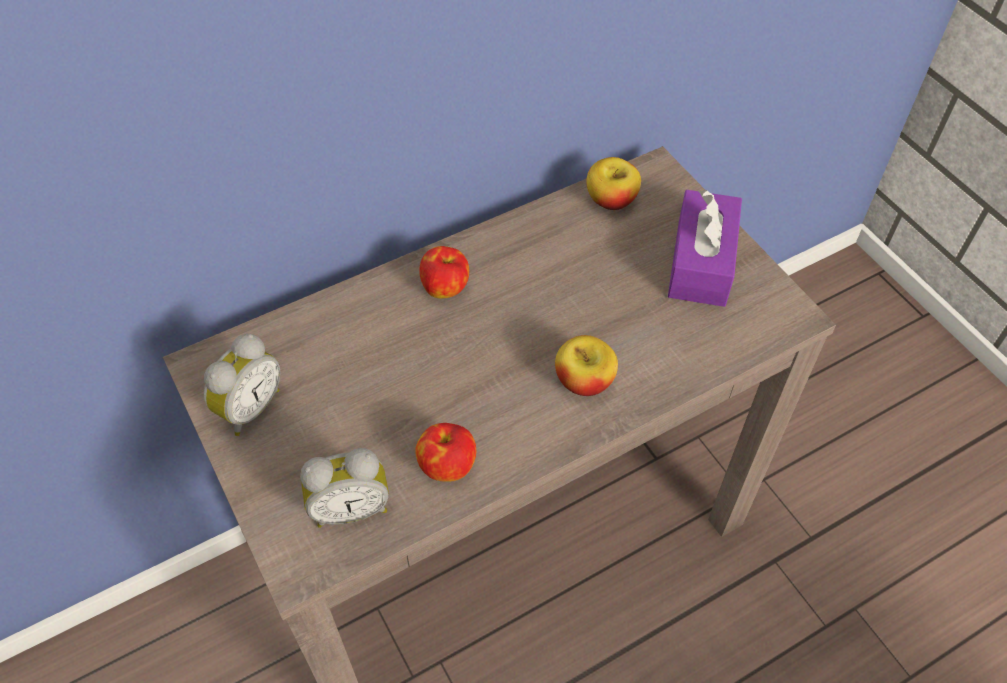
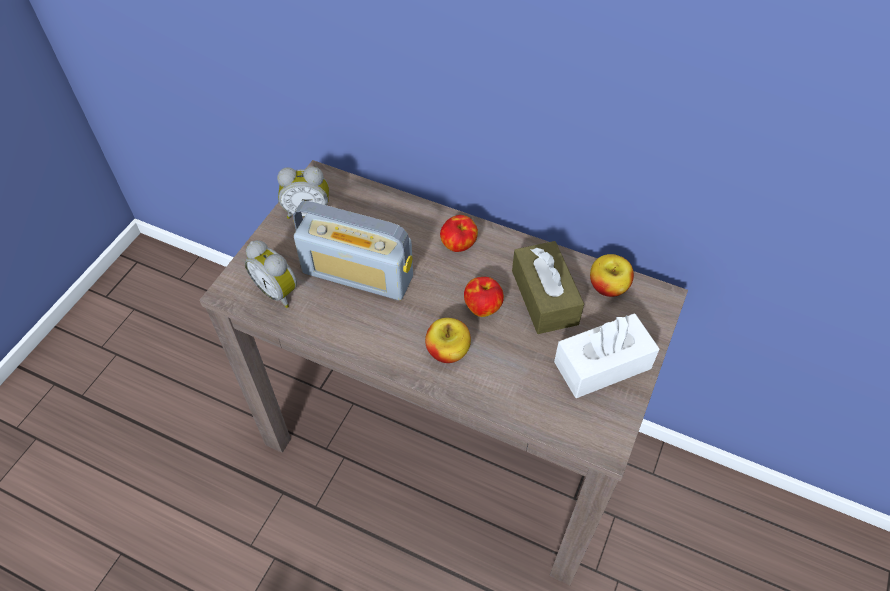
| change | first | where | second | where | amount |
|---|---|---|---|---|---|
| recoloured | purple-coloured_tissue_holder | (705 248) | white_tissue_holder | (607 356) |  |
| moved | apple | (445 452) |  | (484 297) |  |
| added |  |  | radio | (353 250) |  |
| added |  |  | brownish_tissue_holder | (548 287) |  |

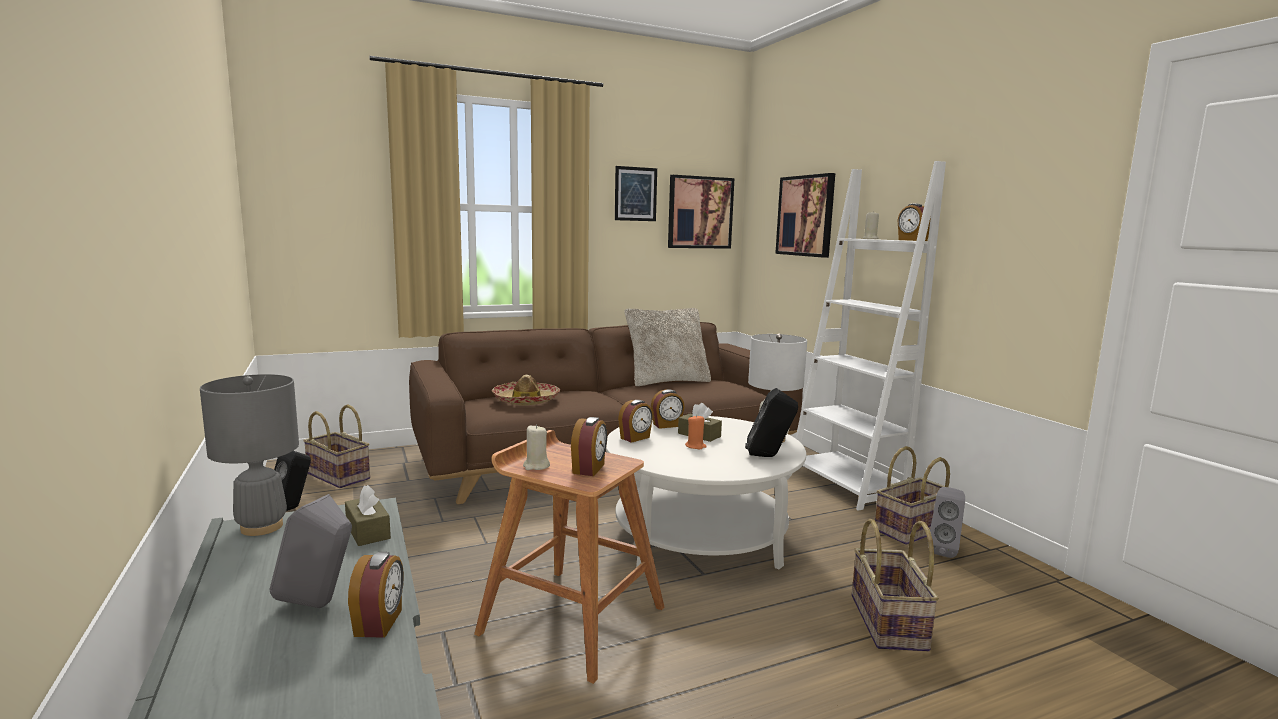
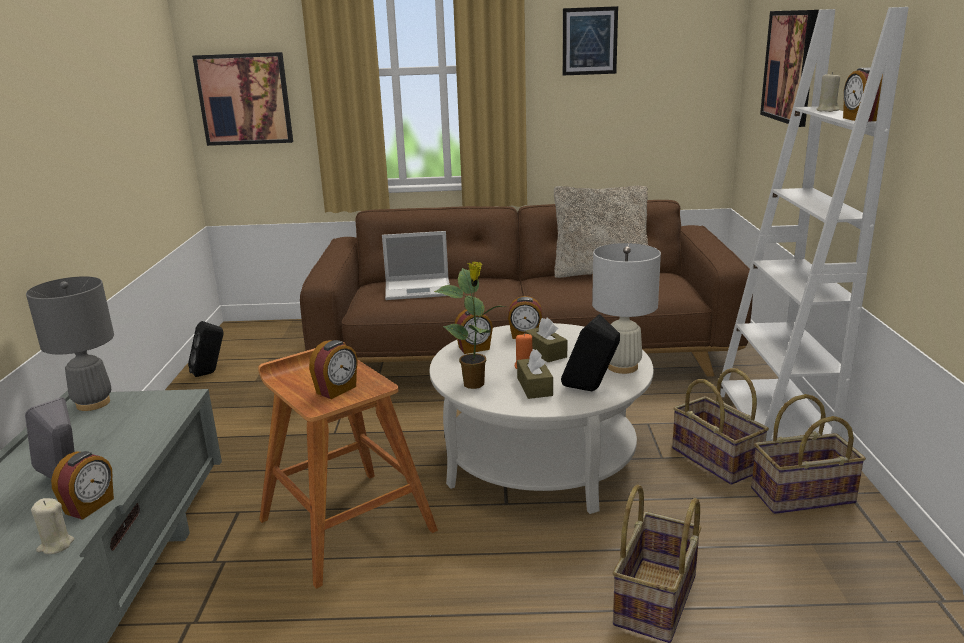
| change | first | where | second | where | amount |
|---|---|---|---|---|---|
| moved | wall_picture | (701 212) |  | (242 99) |  |
| replaced | hat | (526 390) | notebook_computer | (416 265) |  |
| moved | household_basket | (336 446) |  | (720 426) |  |
| moved | beige-coloured_candle | (536 447) |  | (53 526) |  |
| moved | brownish_tissue_holder | (368 515) |  | (535 374) |  |
| removed | grey_speaker | (946 522) |  |  |  |
| added |  |  | plant_in_a_pot | (470 325) |  |

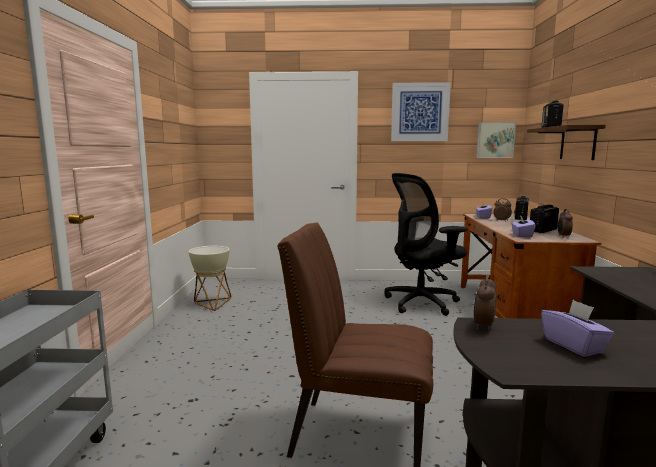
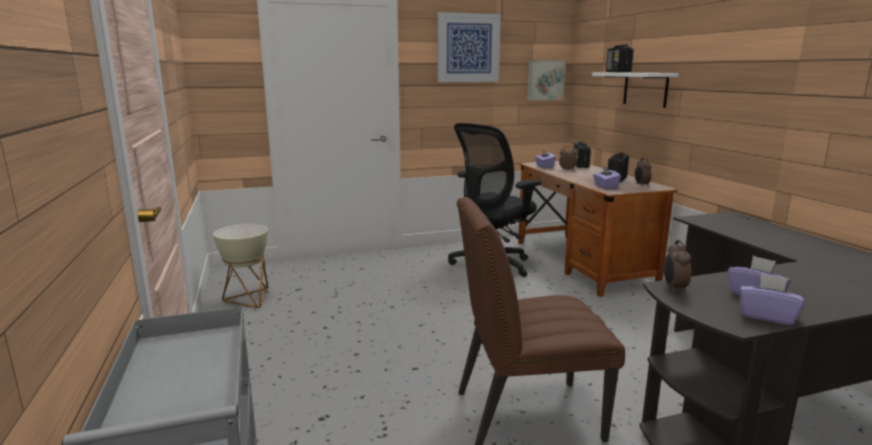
| change | first | where | second | where | amount |
|---|---|---|---|---|---|
| recoloured | brownish_wall_shelf | (566 142) | white_wall_shelf | (635 90) |  |
| added |  |  | purple-coloured_tissue_holder | (772 299) |  |

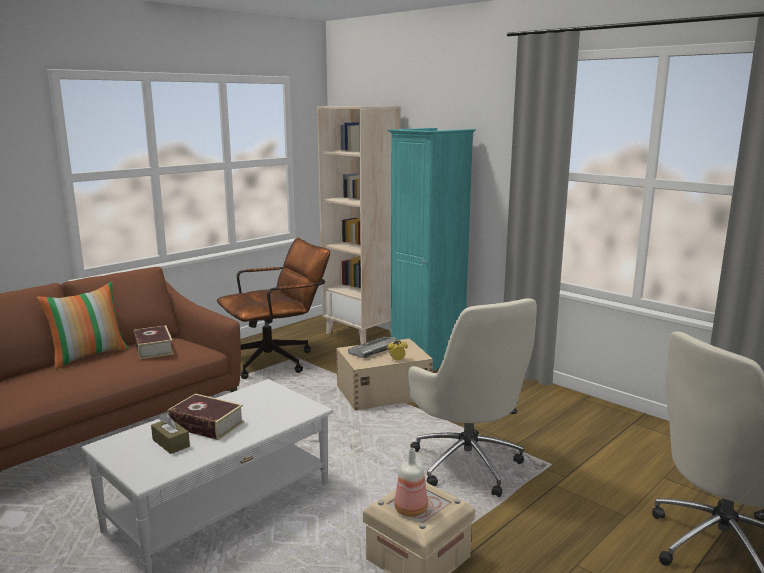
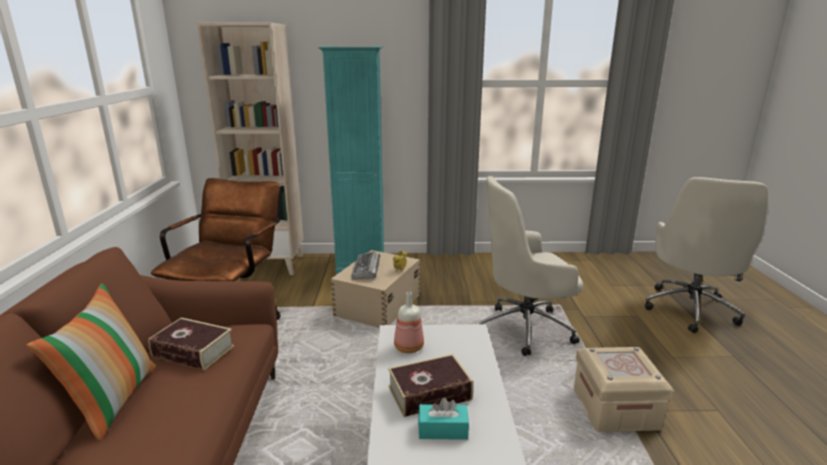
| change | first | where | second | where | amount |
|---|---|---|---|---|---|
| turned | beige-coloured_computer_chair | (472 397) |  | (531 266) | 150 degrees clockwise |
| recoloured | brownish_tissue_holder | (170 433) | turquoise-coloured_tissue_holder | (443 419) |  |
| moved | beverage_bottle | (411 482) |  | (409 322) |  |

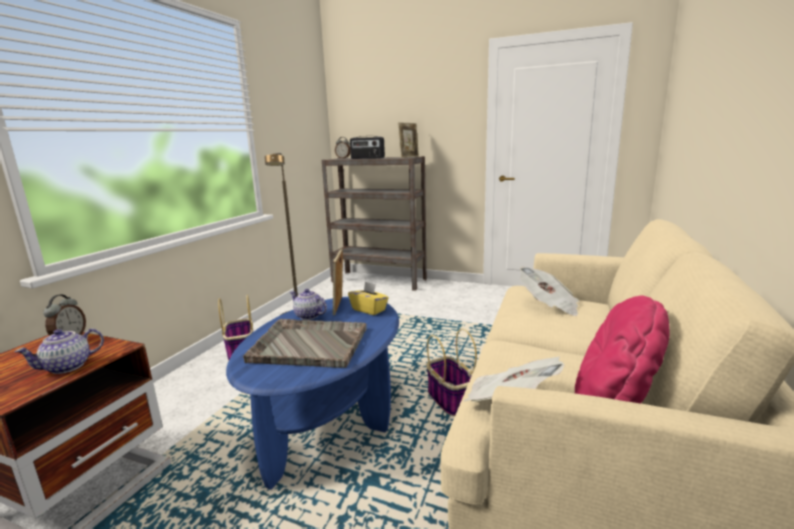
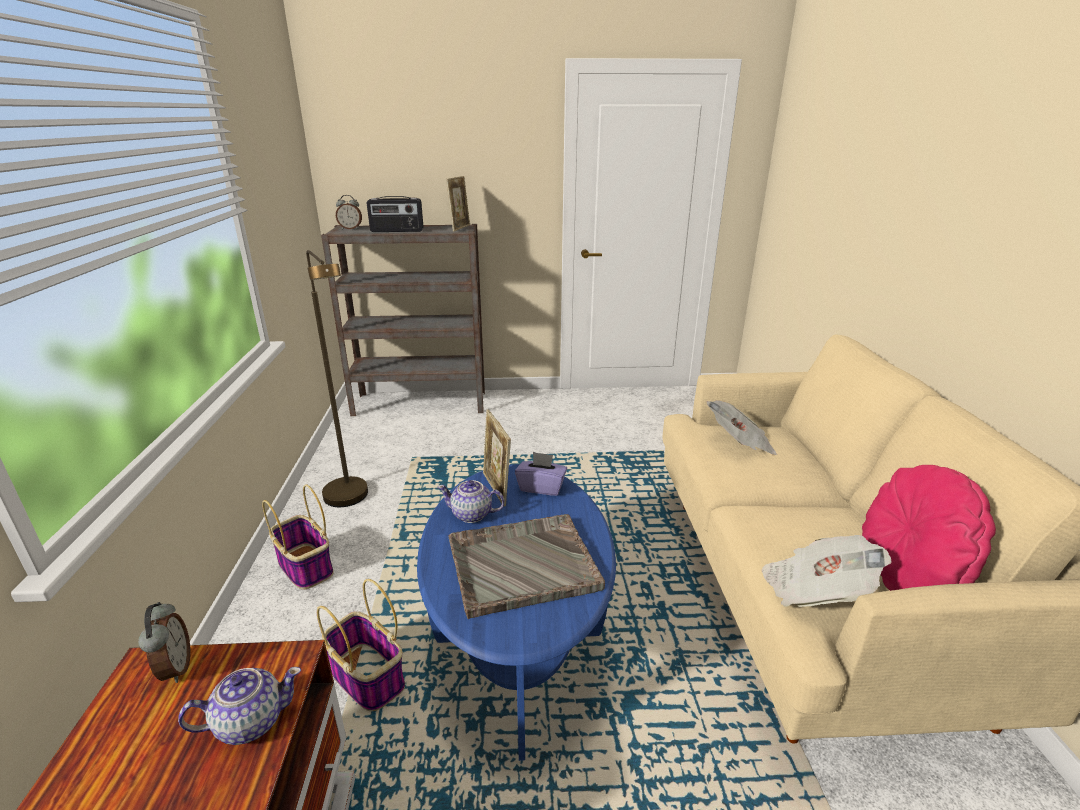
| change | first | where | second | where | amount |
|---|---|---|---|---|---|
| recoloured | yellow_tissue_holder | (368 298) | purple-coloured_tissue_holder | (541 474) |  |
| turned | pot_for_tea | (59 351) |  | (239 706) | 135 degrees counterclockwise |
| moved | household_basket | (451 372) |  | (361 645) |  |

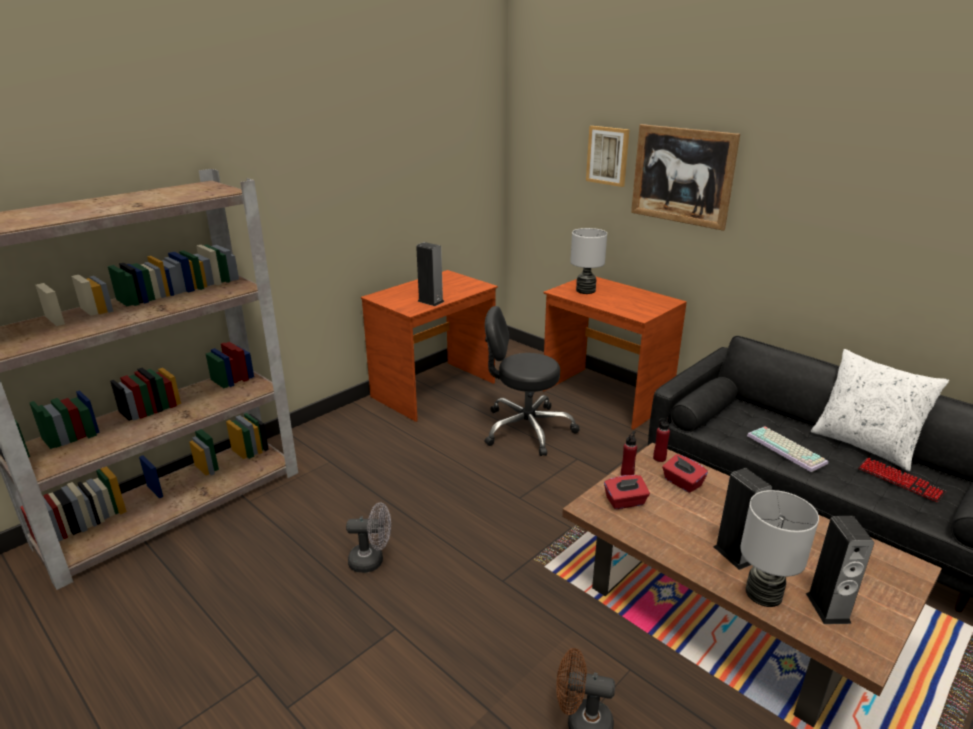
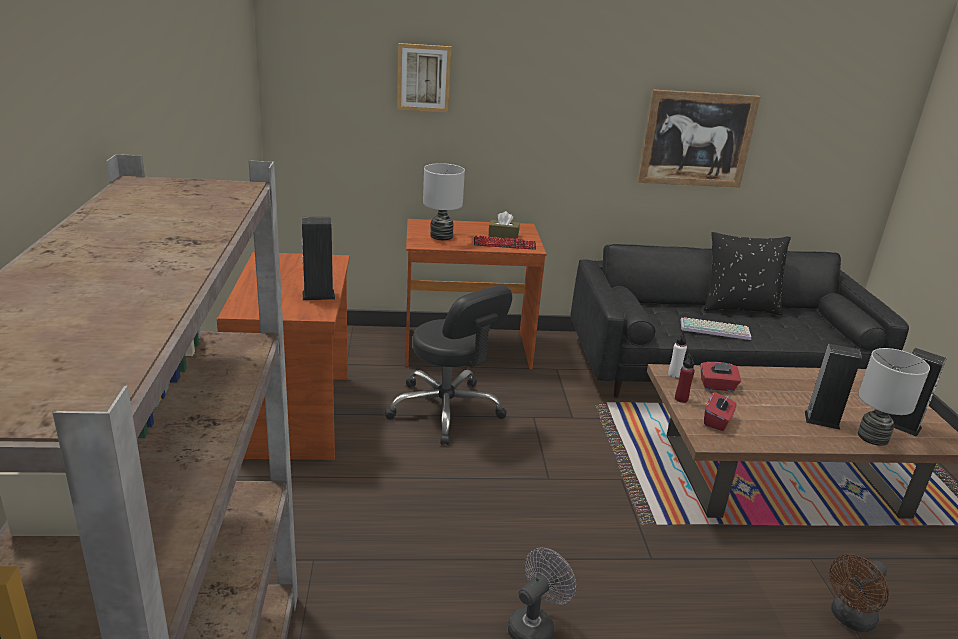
| change | first | where | second | where | amount |
|---|---|---|---|---|---|
| moved | wall_picture | (685 177) |  | (699 138) |  |
| turned | black-coloured_computer_chair | (532 381) |  | (448 365) | 90 degrees counterclockwise |
| recoloured | white_cushion | (880 410) | black-coloured_cushion | (747 273) |  |
| recoloured | red_beverage_bottle | (661 439) | white_beverage_bottle | (677 355) |  |
| moved | PC_keyboard | (902 480) |  | (505 242) |  |
| added |  |  | brownish_tissue_holder | (504 225) |  |

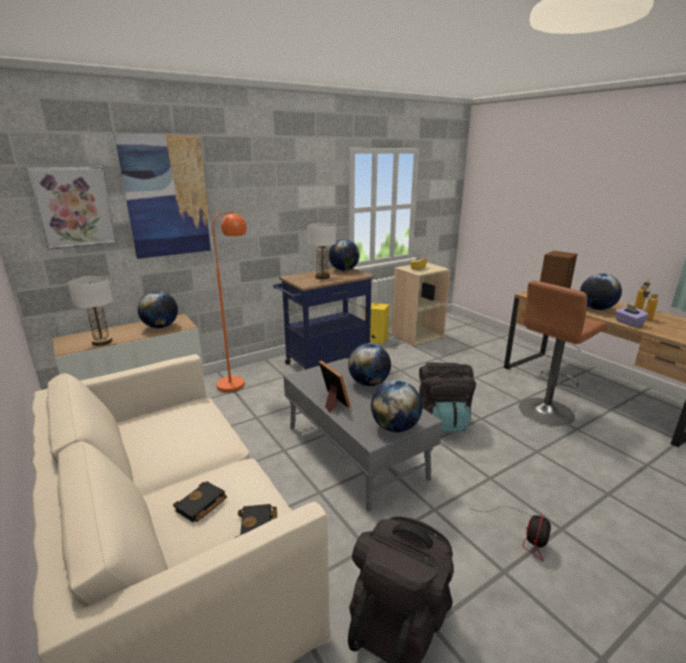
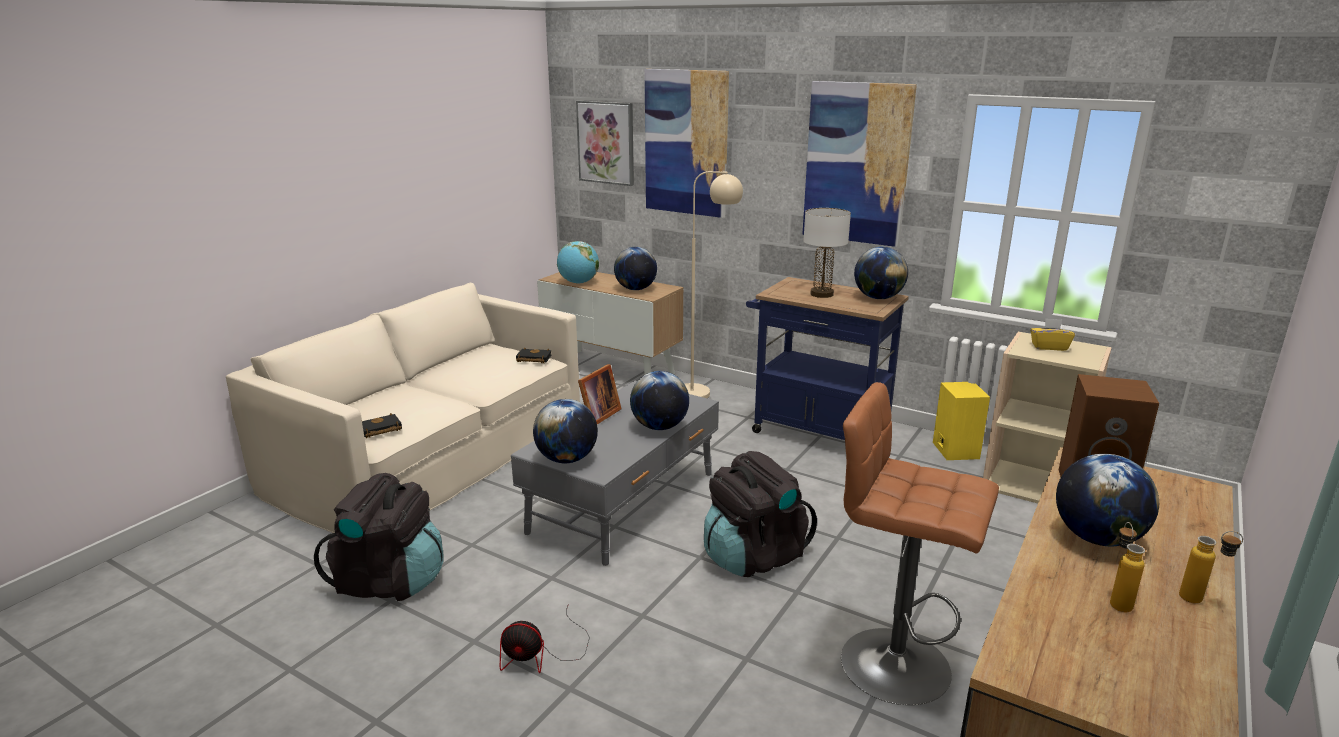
| change | first | where | second | where | amount |
|---|---|---|---|---|---|
| recoloured | orange_standard_lamp | (229 301) | beige-coloured_standard_lamp | (714 284) |  |
| replaced | table_lamp | (90 310) | desk_globe | (578 262) |  |
| removed | purple-coloured_tissue_holder | (632 315) |  |  |  |
| moved | black-coloured_volume | (200 501) |  | (534 355) |  |
| added |  |  | wall_picture | (859 164) |  |

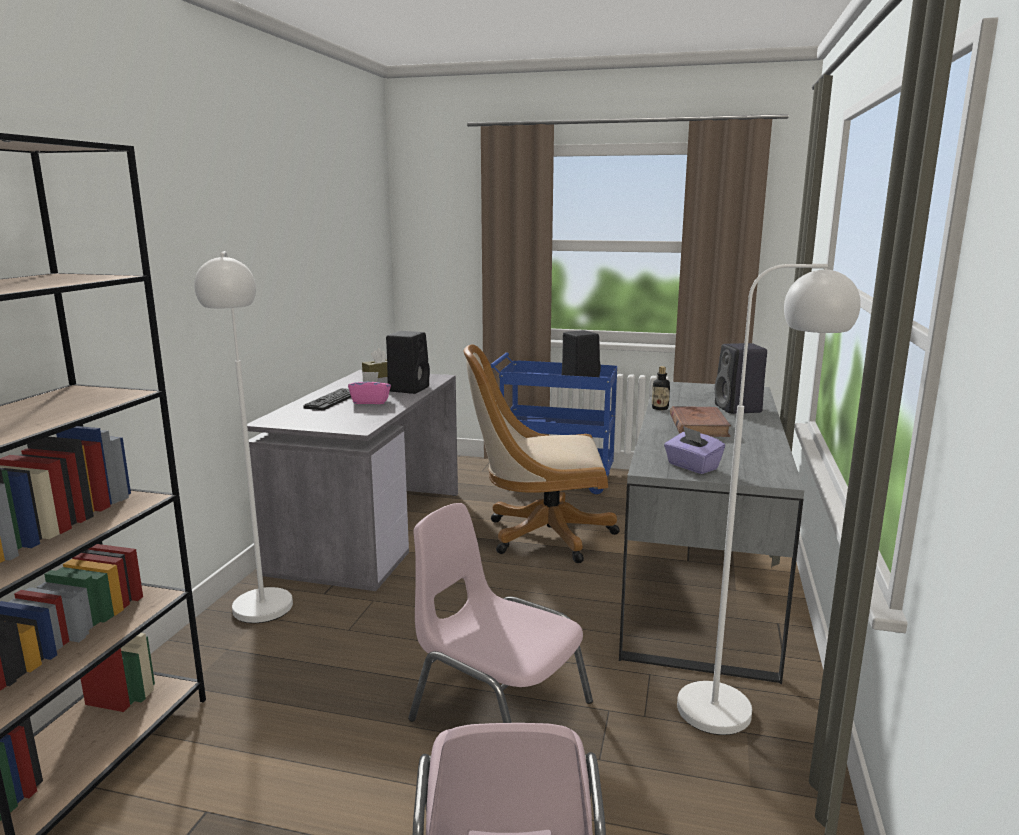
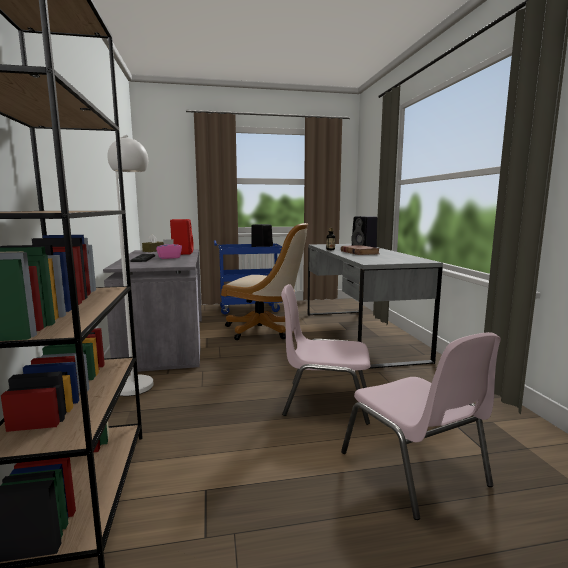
| change | first | where | second | where | amount |
|---|---|---|---|---|---|
| removed | white_standard_lamp | (769 499) |  |  |  |
| recoloured | black-coloured_speaker | (408 362) | red_speaker | (181 237) |  |
| turned | computer_chair | (542 453) |  | (264 281) | 135 degrees counterclockwise |
| removed | purple-coloured_tissue_holder | (694 450) |  |  |  |

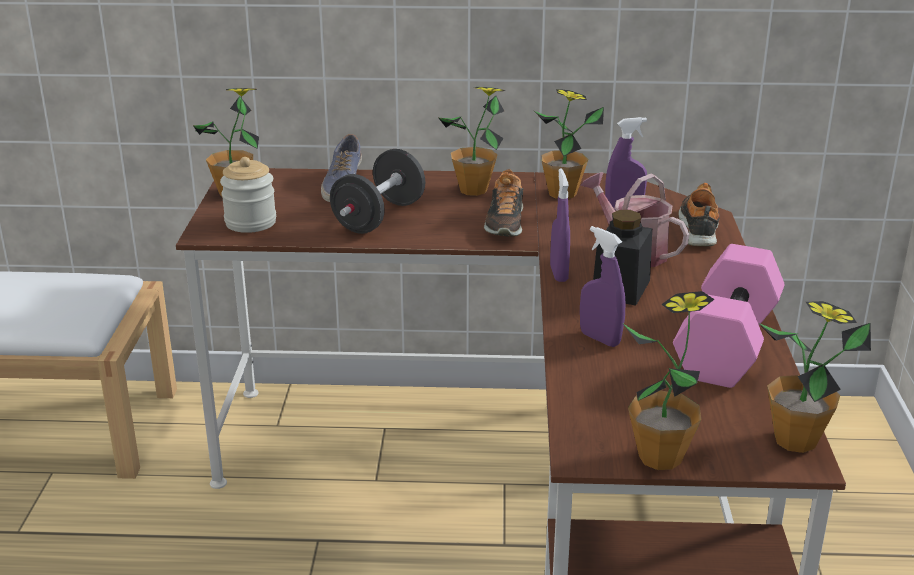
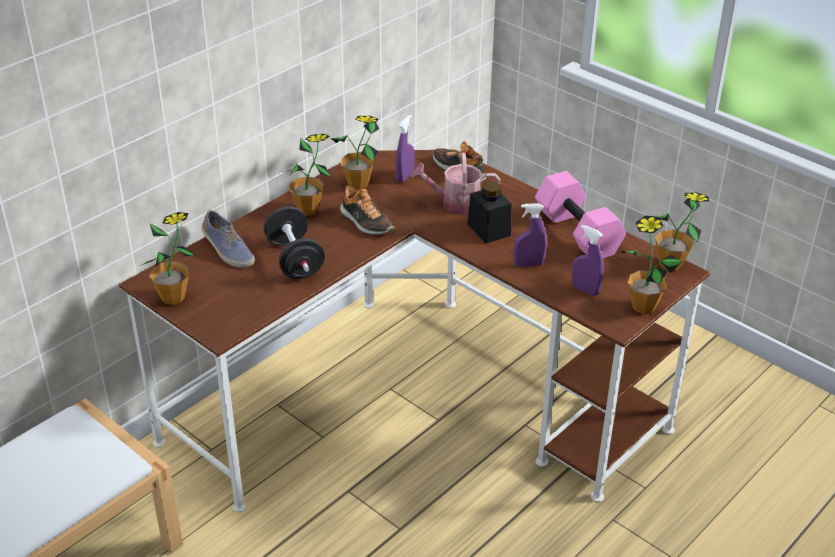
| change | first | where | second | where | amount |
|---|---|---|---|---|---|
| removed | jar | (248 195) |  |  |  |
| moved | purple-coloured_hand_sprayer | (560 225) |  | (588 260) |  |

